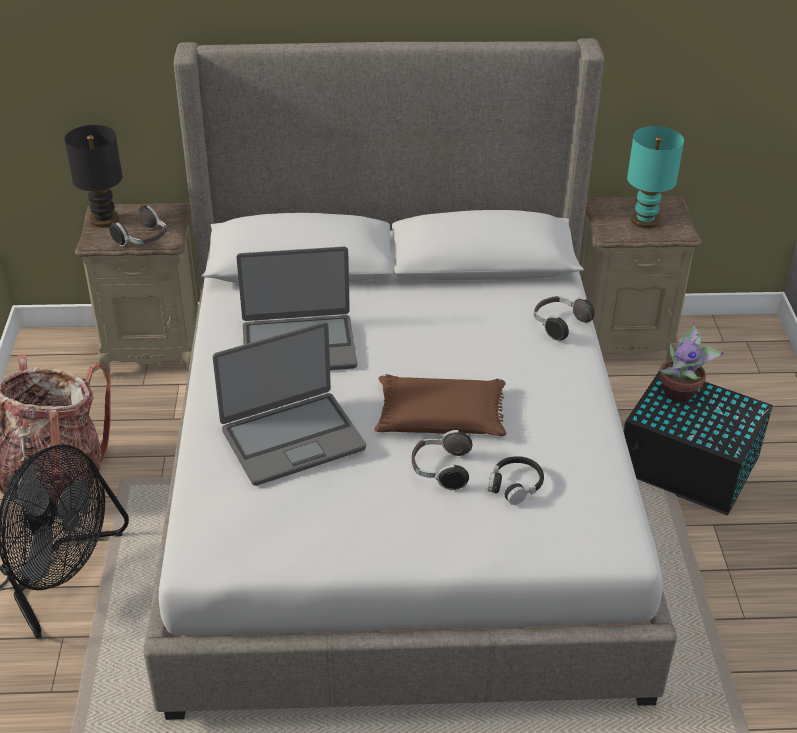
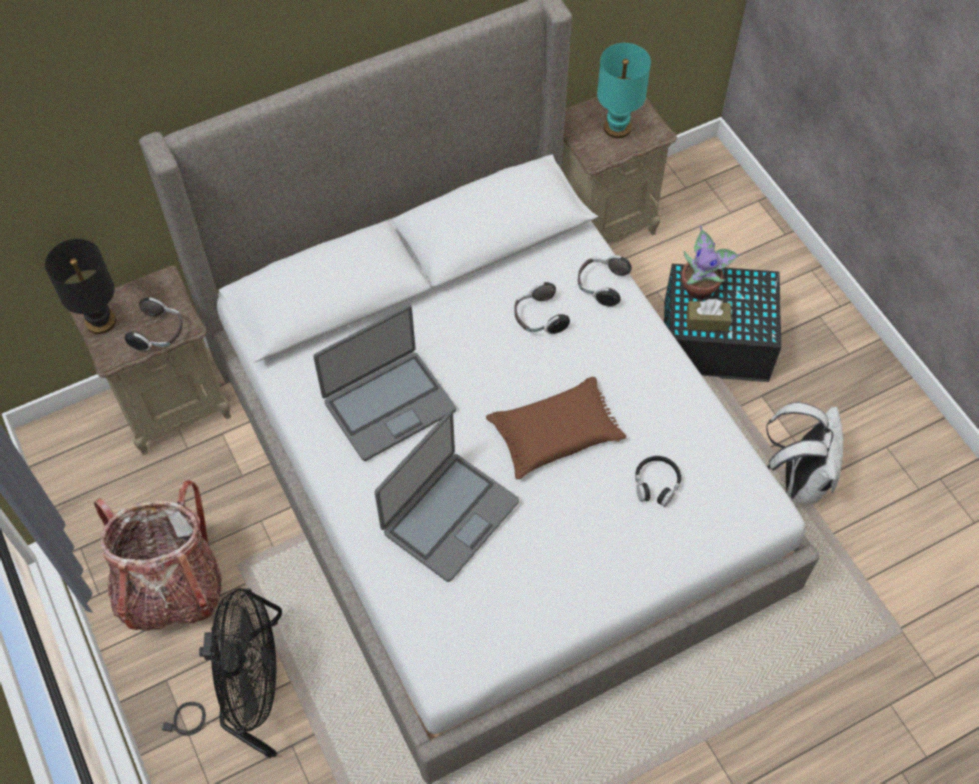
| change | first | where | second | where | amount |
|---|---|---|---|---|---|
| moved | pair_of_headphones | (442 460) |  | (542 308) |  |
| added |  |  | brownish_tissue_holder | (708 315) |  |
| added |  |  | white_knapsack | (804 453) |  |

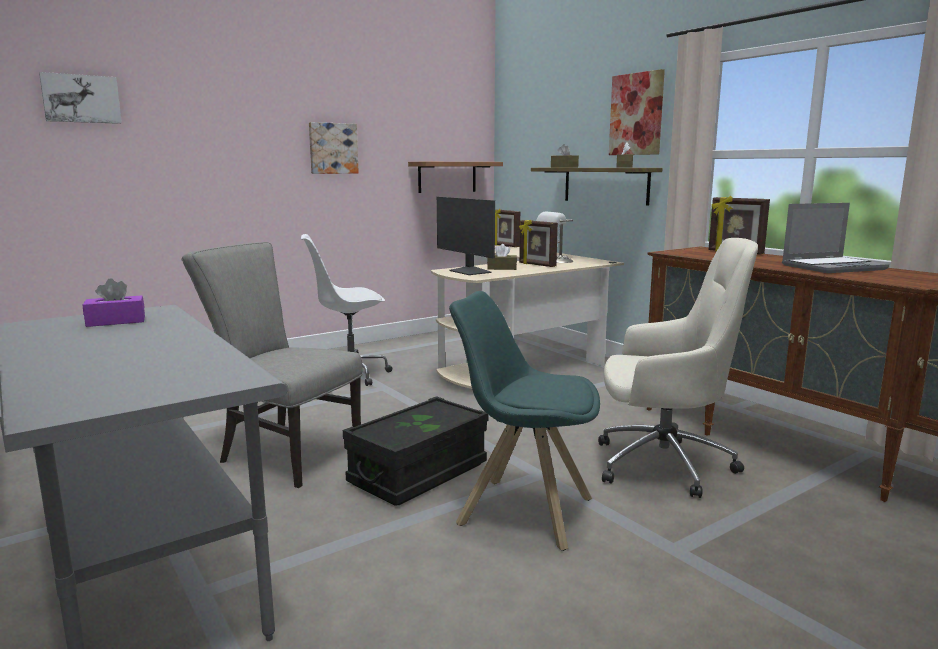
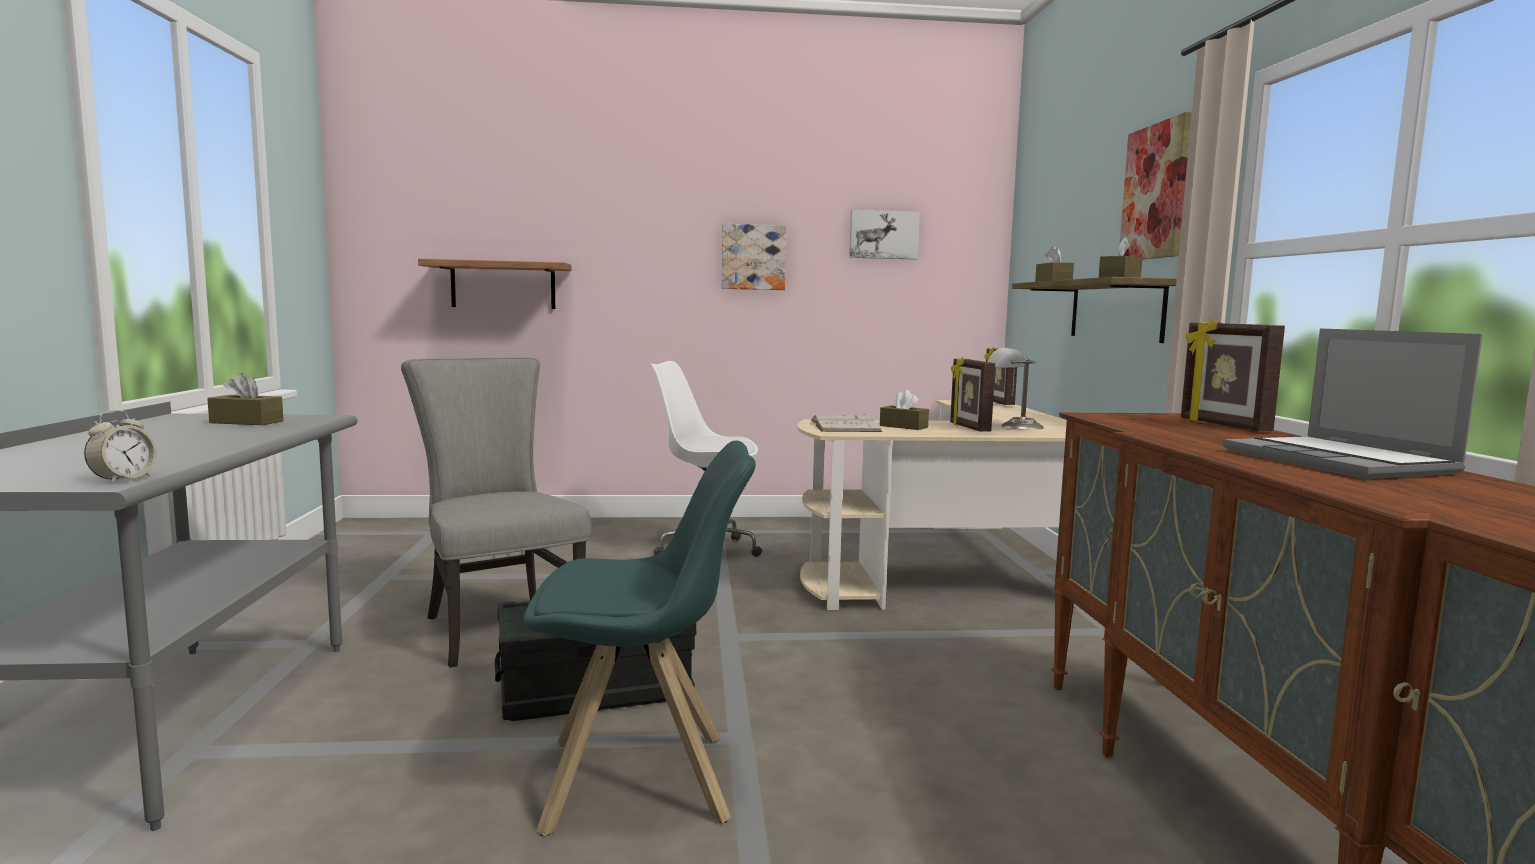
| change | first | where | second | where | amount |
|---|---|---|---|---|---|
| moved | wall_picture | (80 98) |  | (884 234) |  |
| moved | wall_shelf | (455 177) |  | (495 284) |  |
| replaced | monitor | (466 236) | white_volume | (846 422) |  |
| turned | notebook_computer | (835 238) |  | (1353 403) | 60 degrees clockwise |
| removed | beige-coloured_computer_chair | (678 368) |  |  |  |
| recoloured | purple-coloured_tissue_holder | (114 302) | brownish_tissue_holder | (245 399) |  |
| turned | turquoise-coloured_plain_chair | (524 421) |  | (640 638) | 120 degrees clockwise |
| added |  |  | bedside_clock | (120 447) |  |

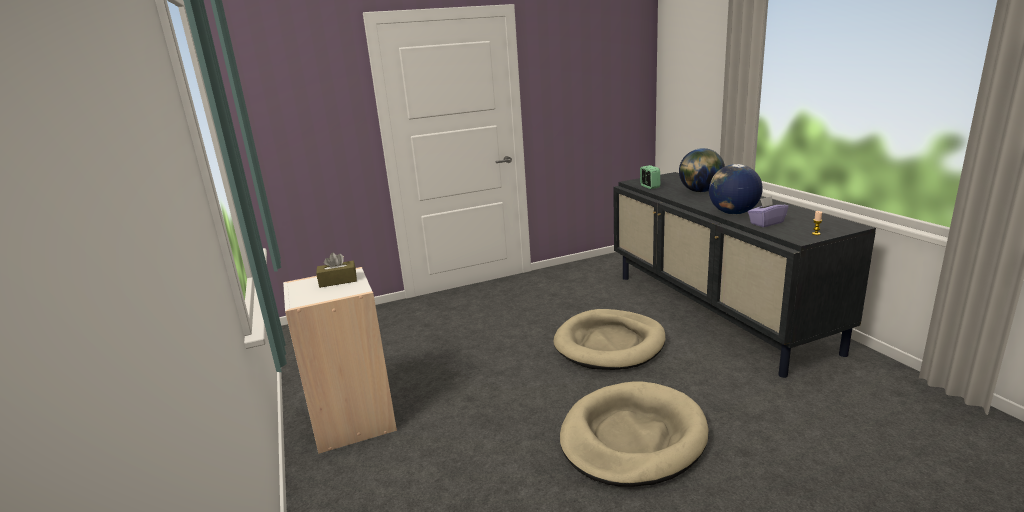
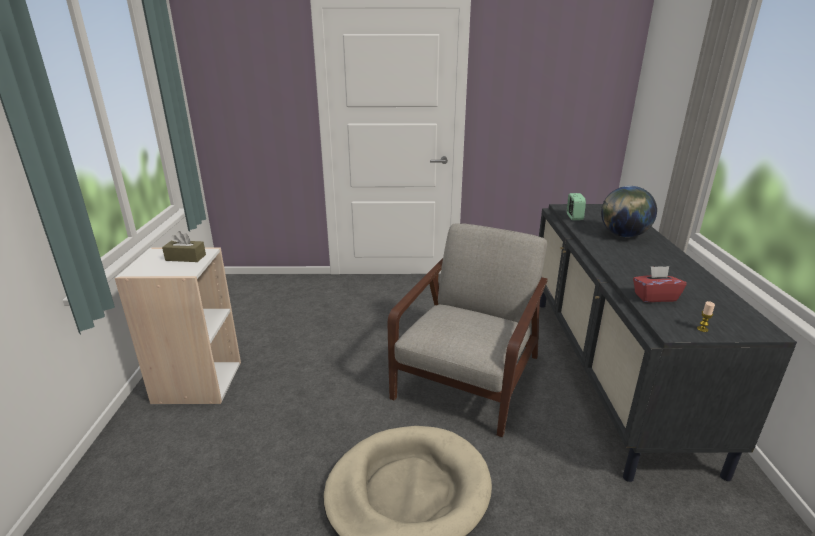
| change | first | where | second | where | amount |
|---|---|---|---|---|---|
| removed | desk_globe | (736 189) |  |  |  |
| recoloured | purple-coloured_tissue_holder | (768 211) | red_tissue_holder | (660 284) |  |
| replaced | beige-coloured_dog_cushion | (609 339) | grey_easy_chair | (468 330) |  |

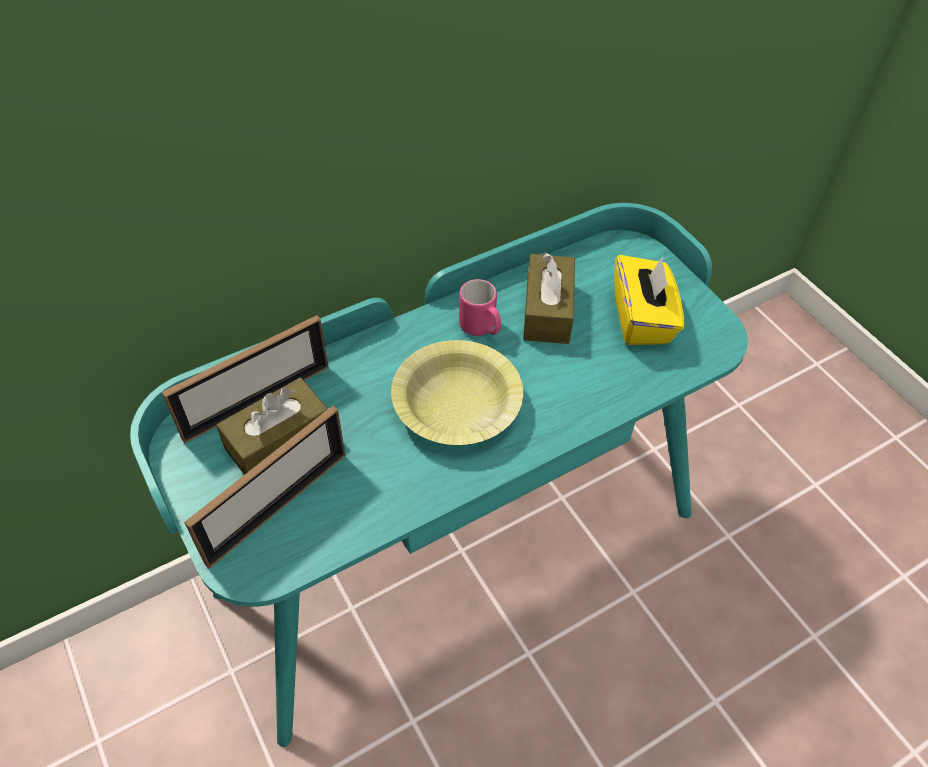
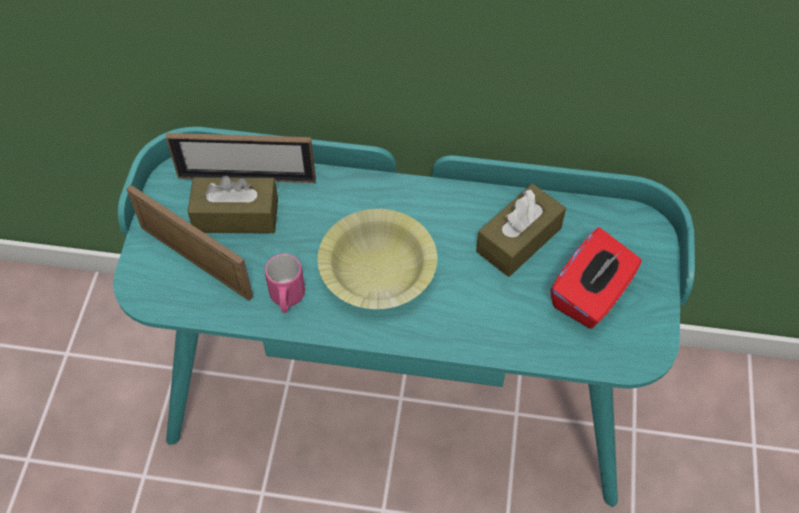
| change | first | where | second | where | amount |
|---|---|---|---|---|---|
| recoloured | yellow_tissue_holder | (649 300) | red_tissue_holder | (596 278) |  |
| moved | pinkish_mug | (480 307) |  | (285 283) |  |
| turned | picture_frame | (265 487) |  | (189 243) | 135 degrees counterclockwise |

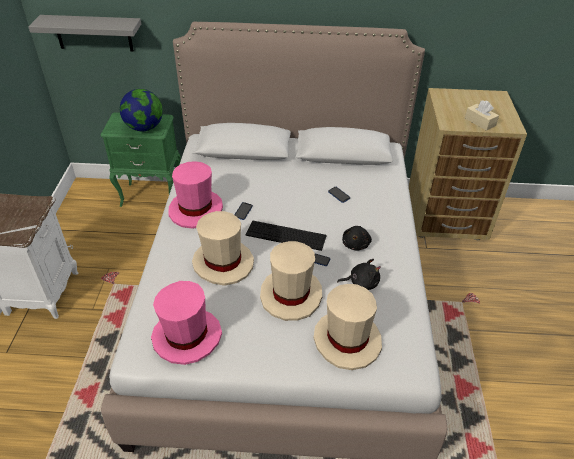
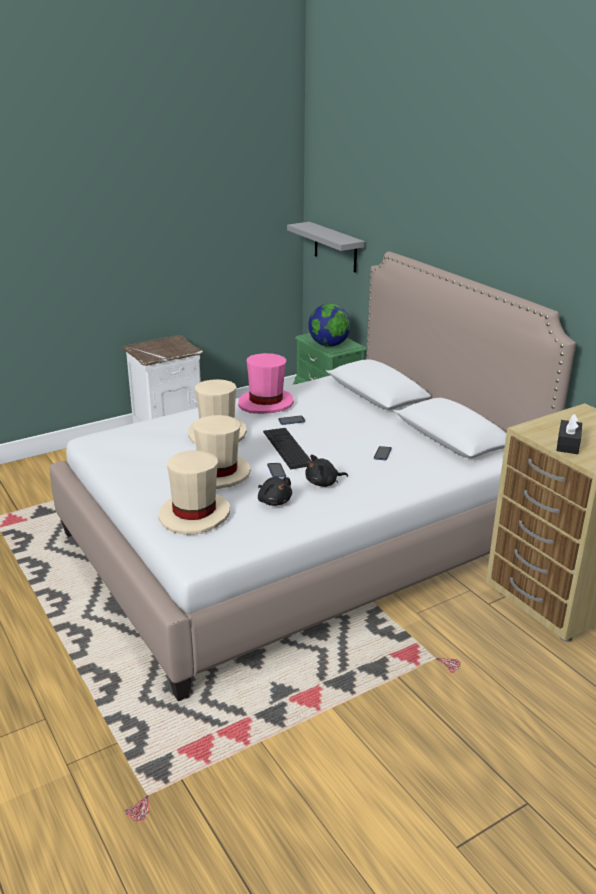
| change | first | where | second | where | amount |
|---|---|---|---|---|---|
| recoloured | beige-coloured_tissue_holder | (482 115) | black-coloured_tissue_holder | (569 434) |  |
| removed | pinkish_hat | (186 323) |  |  |  |

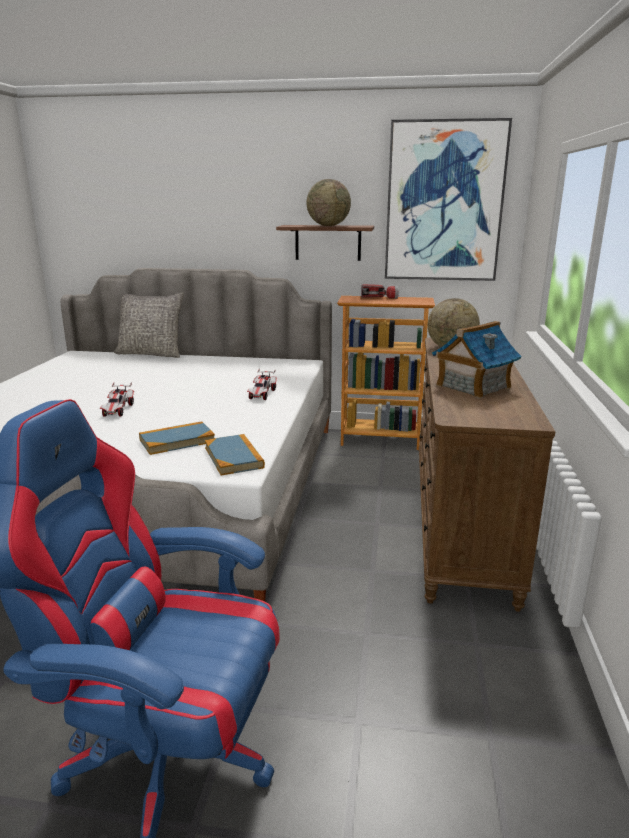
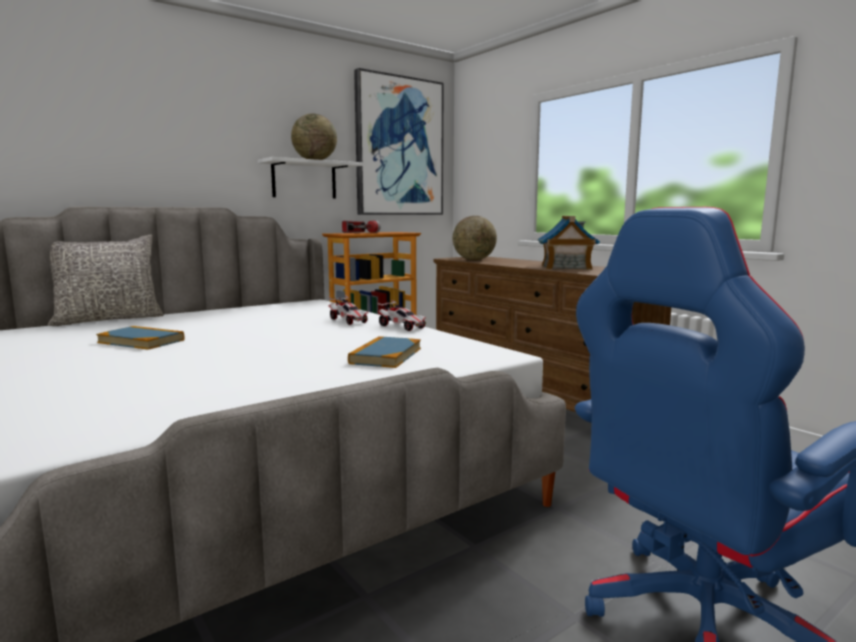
| change | first | where | second | where | amount |
|---|---|---|---|---|---|
| recoloured | brownish_wall_shelf | (325 243) | white_wall_shelf | (310 177) |  |
| moved | model_car | (117 399) |  | (401 315) |  |
| moved | volume | (235 455) |  | (140 338) |  |

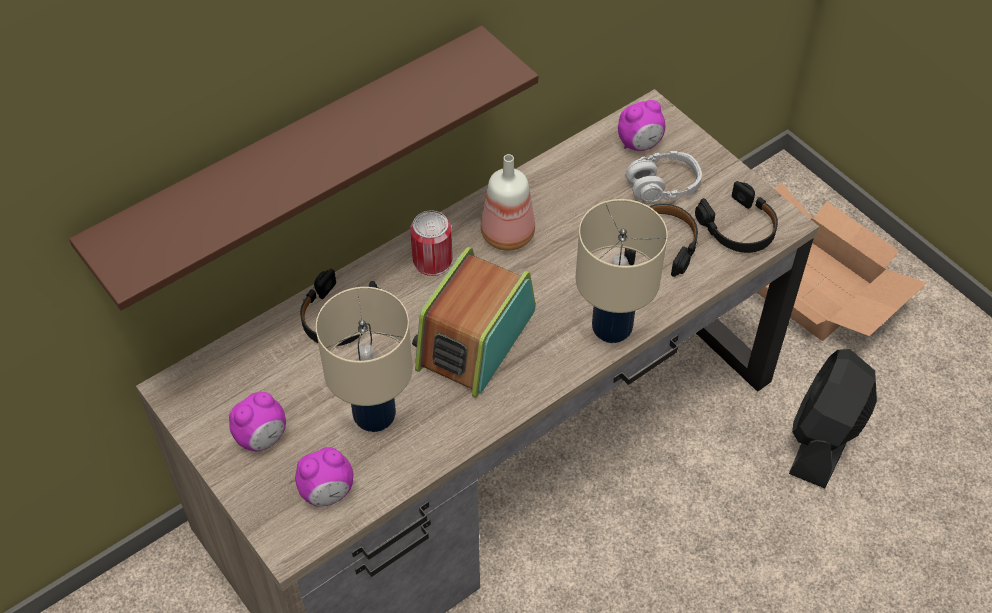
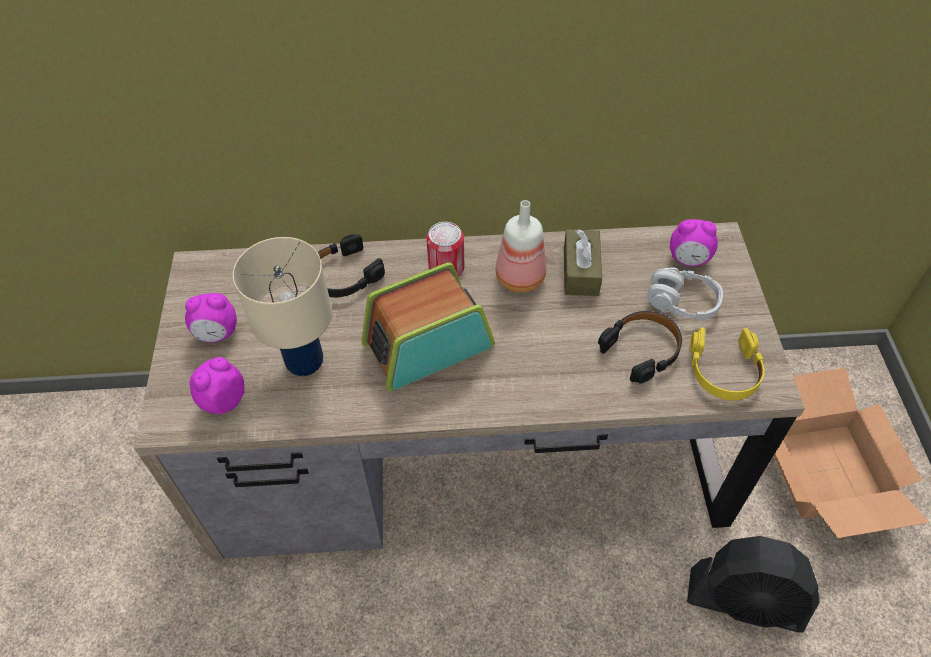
| change | first | where | second | where | amount |
|---|---|---|---|---|---|
| removed | brownish_wall_shelf | (303 168) |  |  |  |
| recoloured | black-coloured_pair_of_headphones | (736 217) | yellow_pair_of_headphones | (727 364) |  |
| removed | beige-coloured_table_lamp | (622 271) |  |  |  |
| turned | black-coloured_electric_fan | (833 418) |  | (753 584) | 135 degrees counterclockwise |
| turned | bedside_clock | (324 476) |  | (216 386) | 120 degrees clockwise |
| added |  |  | brownish_tissue_holder | (583 262) |  |

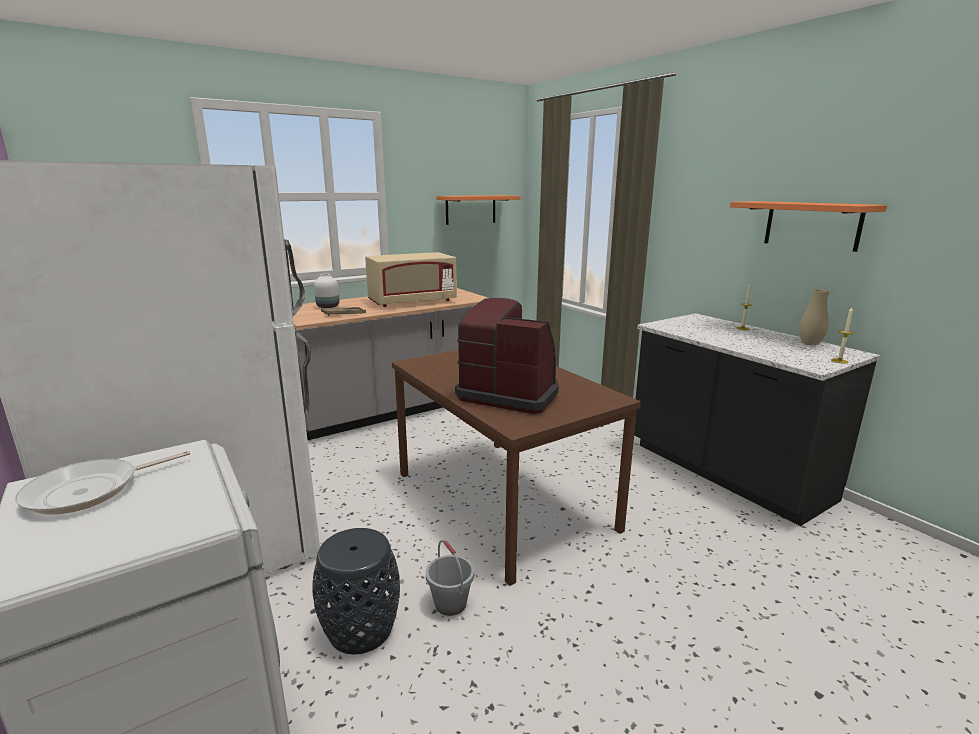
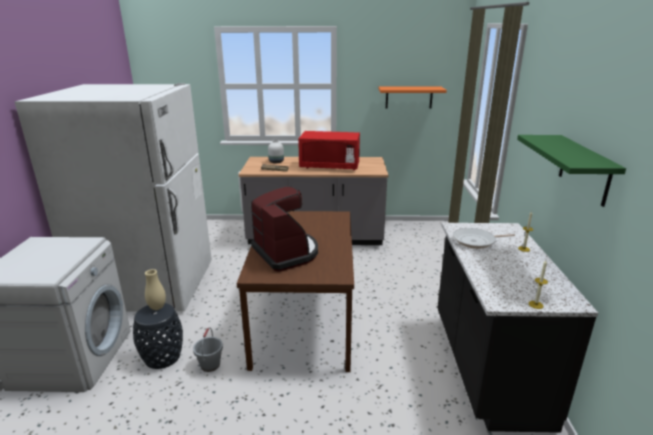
| change | first | where | second | where | amount |
|---|---|---|---|---|---|
| recoloured | orange_wall_shelf | (808 226) | green_wall_shelf | (571 171) |  |
| recoloured | beige-coloured_kitchen_microwave | (411 279) | red_kitchen_microwave | (329 150) |  |
| moved | beige-coloured_vase | (814 317) |  | (155 289) |  |
| moved | skillet | (102 483) |  | (484 238) |  |

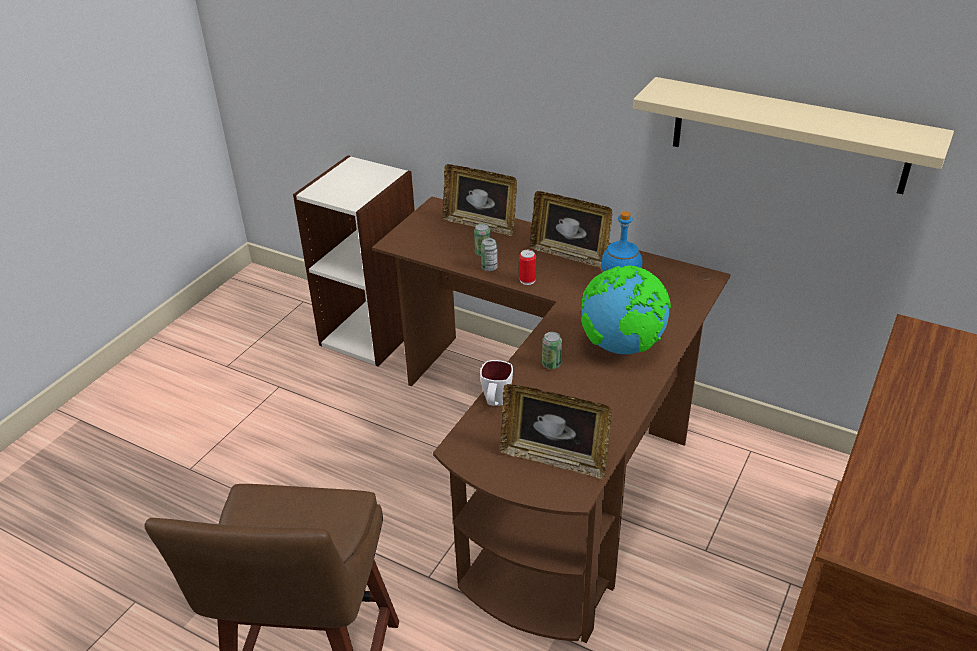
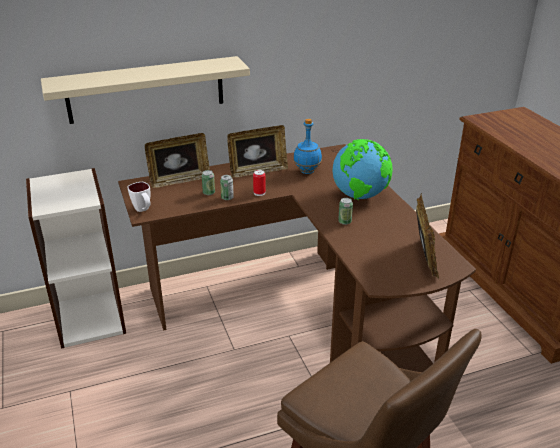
| change | first | where | second | where | amount |
|---|---|---|---|---|---|
| moved | beige-coloured_wall_shelf | (793 135) |  | (145 90) |  |
| moved | white_mug | (496 383) |  | (139 197) |  |
| turned | picture_frame | (556 432) |  | (427 235) | 60 degrees counterclockwise |

